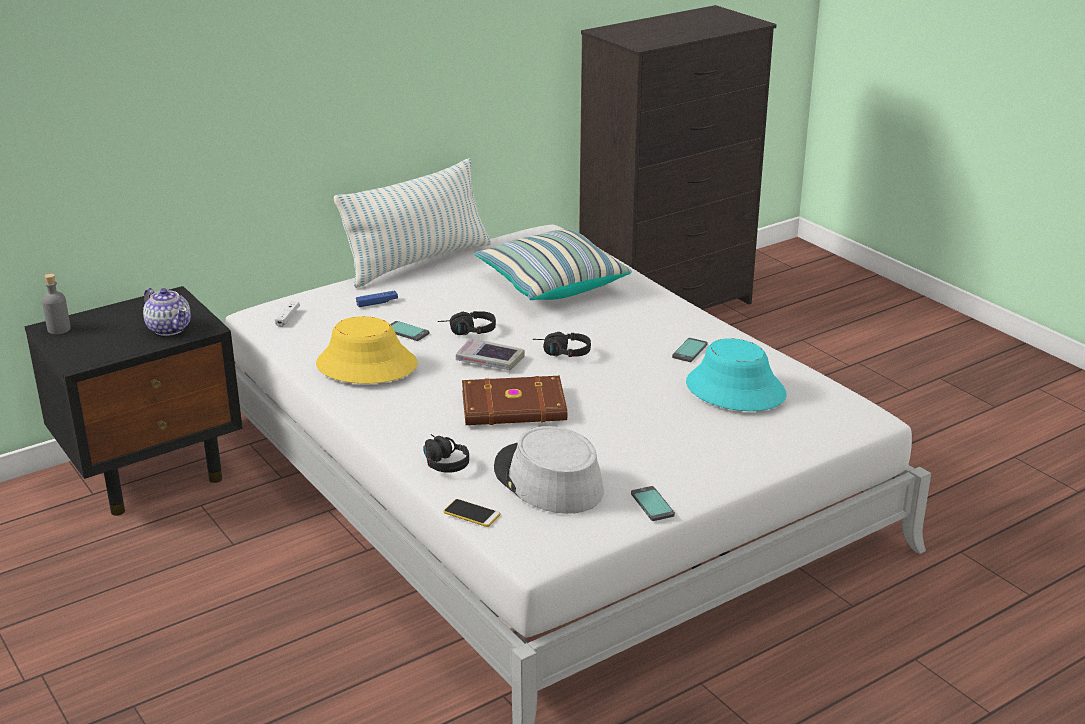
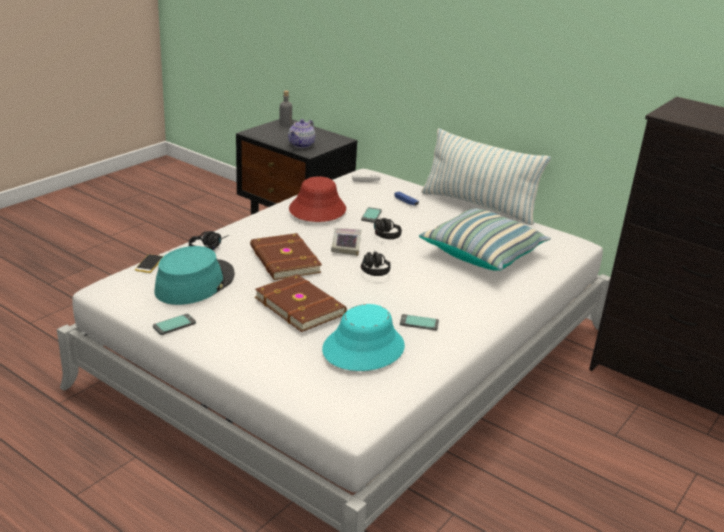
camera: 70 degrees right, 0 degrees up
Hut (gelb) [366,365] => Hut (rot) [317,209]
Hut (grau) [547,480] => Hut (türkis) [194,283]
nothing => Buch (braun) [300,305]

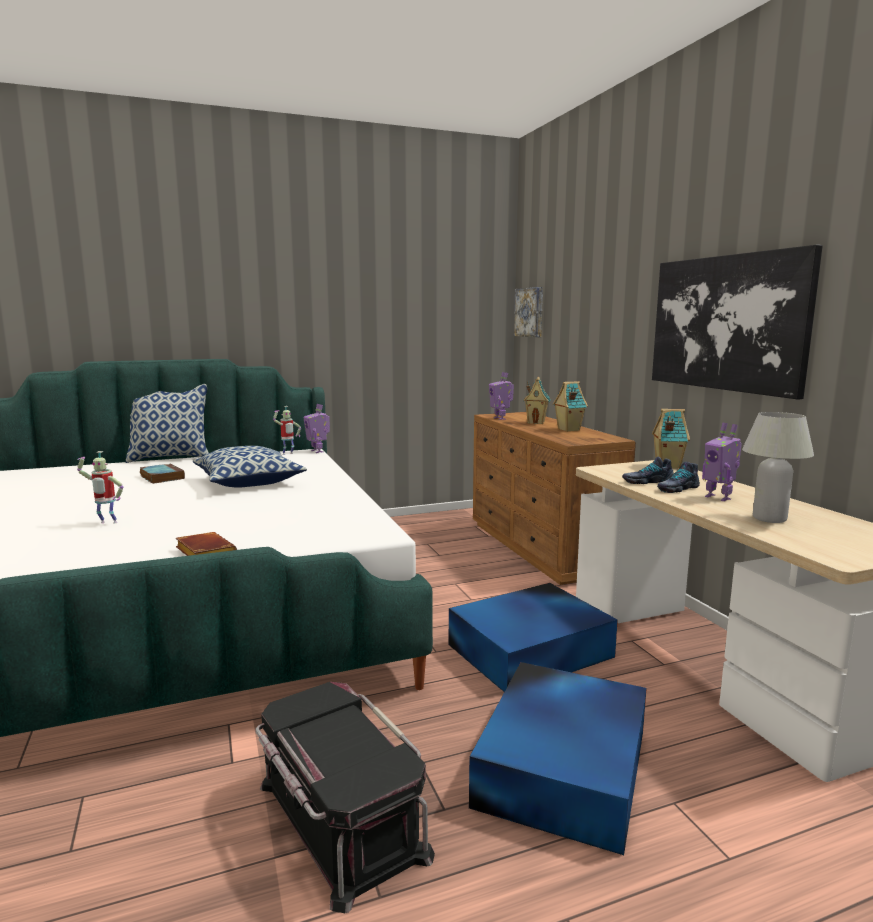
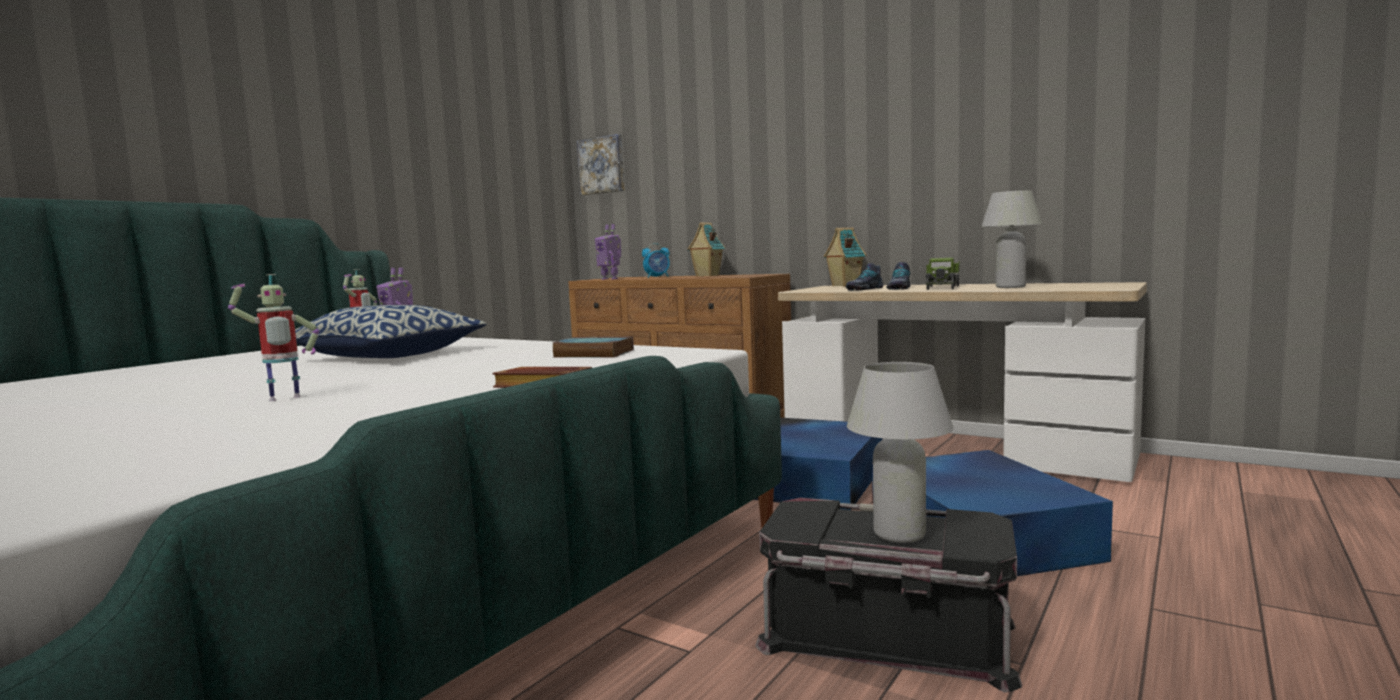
camera: 35 degrees left, 5 degrees down
Kissen [171,458] => nothing
Buch [161,477] => Buch [591,354], move
Spielzeughaus [536,422] => Wecker [657,277]
Bild [726,323] => nothing
Spielzeugroboter [718,497] => Spielzeuglaster [942,287]
nothing => Tischlampe (weiß) [899,534]

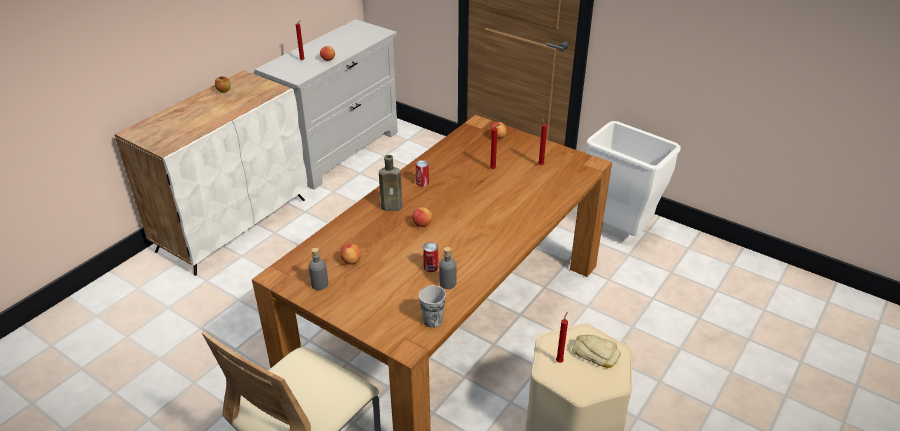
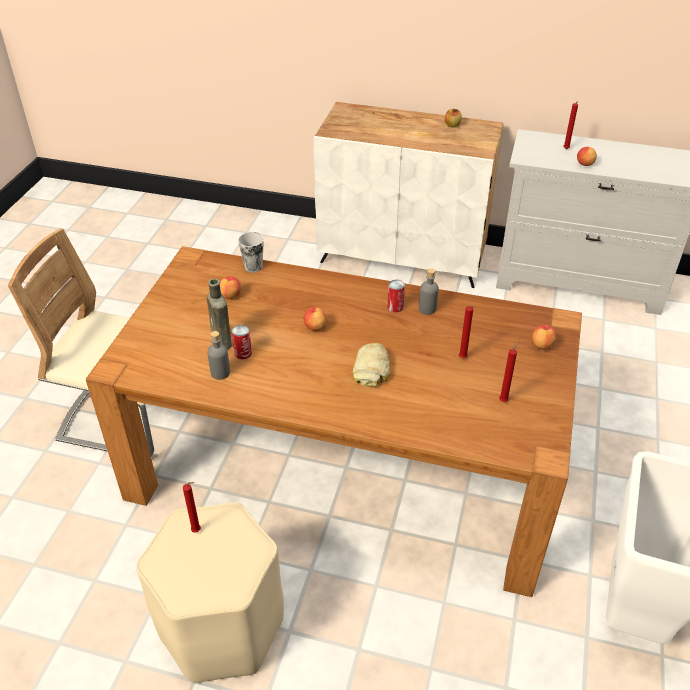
camera: 70 degrees right, 5 degrees up
Flasche (grau) [319,284] => Flasche (grau) [427,309], move
Flasche (braun) [393,207] => Flasche (braun) [222,343], move
Tasse [432,320] => Tasse [253,267], move
Brot [595,353] => Brot [372,368], move

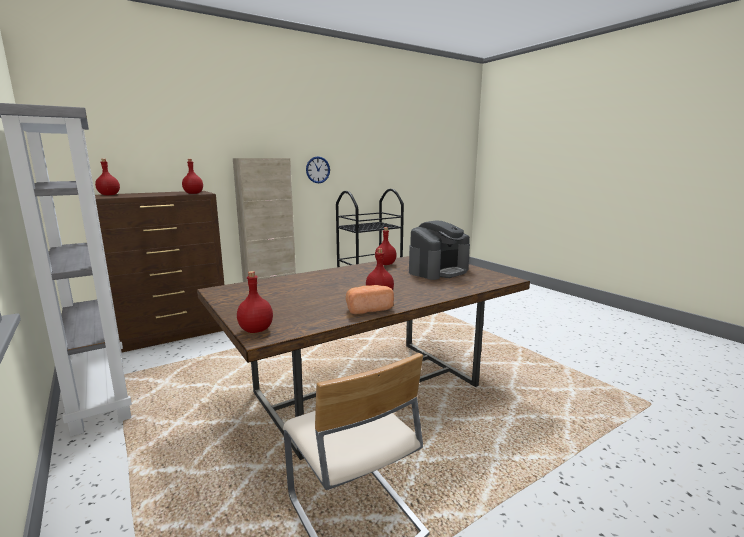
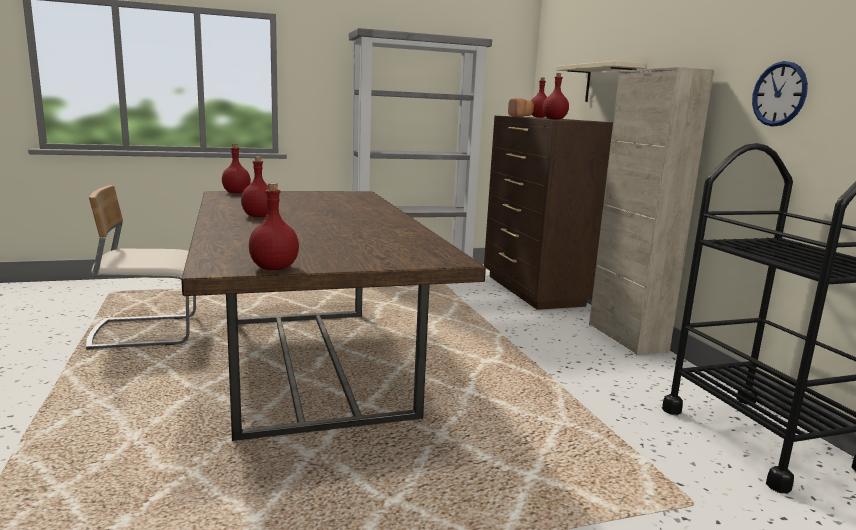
camera: 105 degrees right, 0 degrees up
Brot [368,309] => Brot [520,116], move
Flasche (rot) [386,264] => Flasche (rot) [274,268], move
Kaffeemaschine [438,271] => nothing
nothing => Wandregal (beige) [609,83]

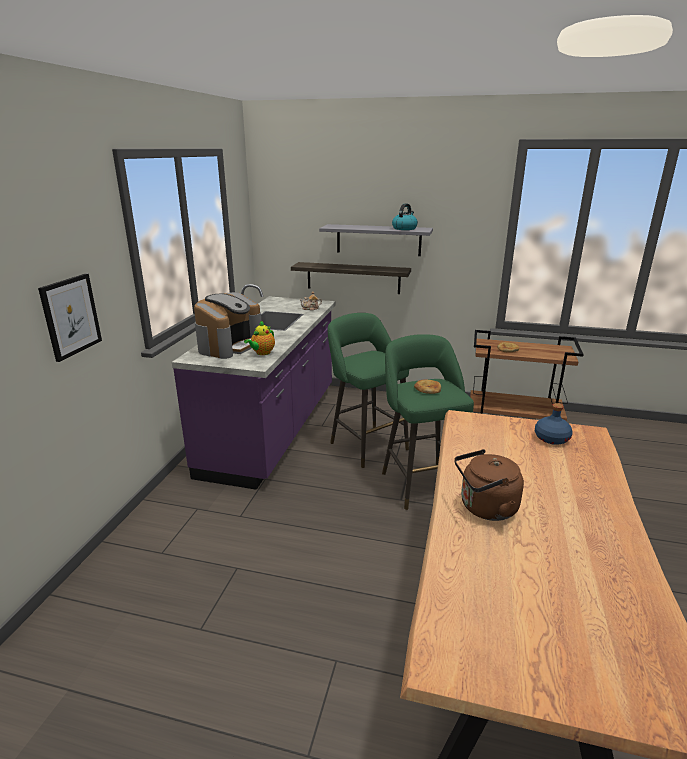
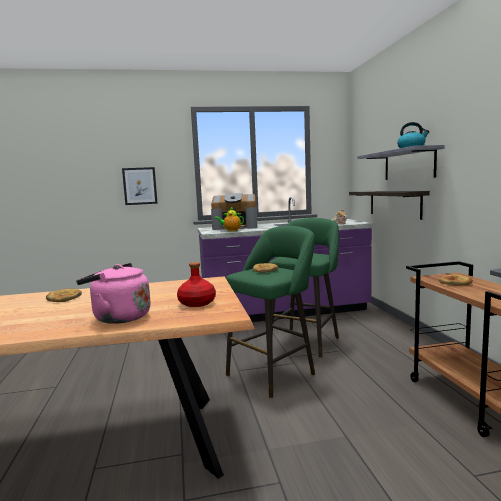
camera: 65 degrees right, 15 degrees down
Wasserkessel (braun) [485,508] => Brot [64,298]
Flasche (blau) [551,438] => Flasche (rot) [197,303]
nothing => Wasserkessel (rosa) [118,317]

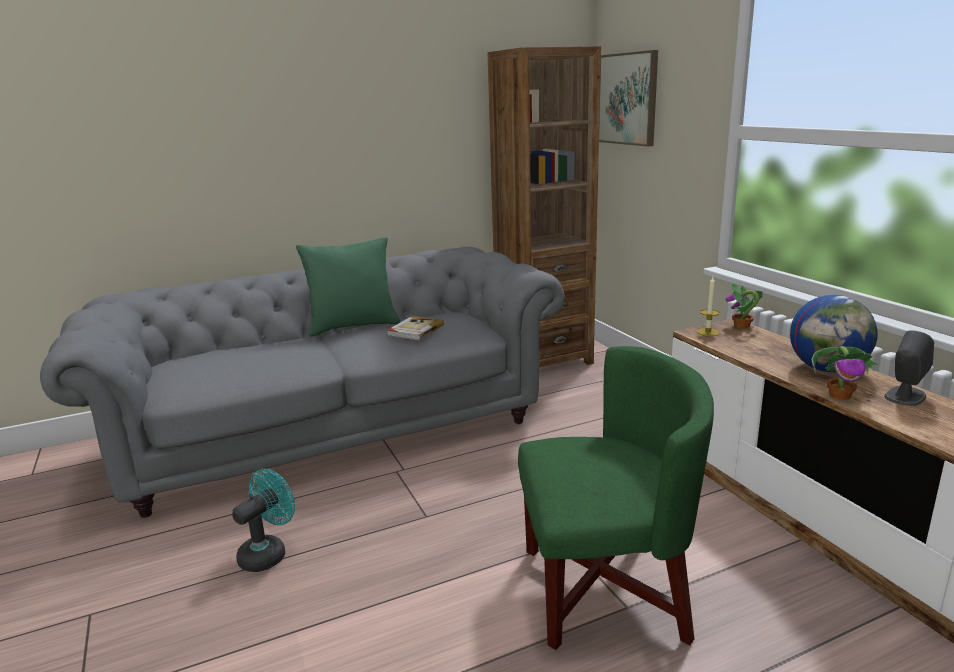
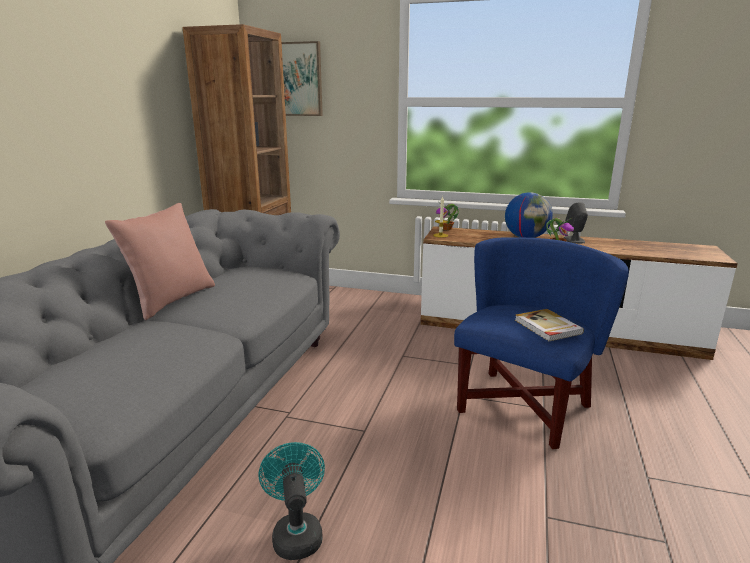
camera: 50 degrees left, 0 degrees up
Kissen (grün) [353,326] => Kissen (rosa) [171,300]
Buch [415,330] => Buch [547,327], move
Sessel (grün) [605,590] => Sessel (blau) [522,407]

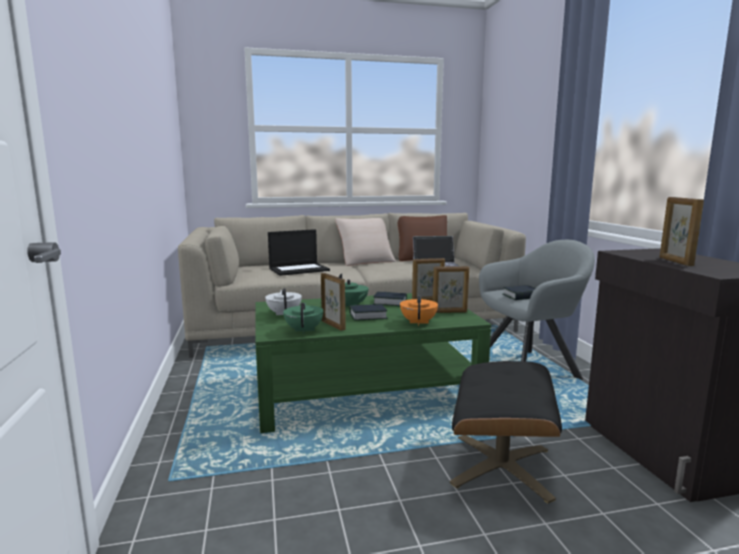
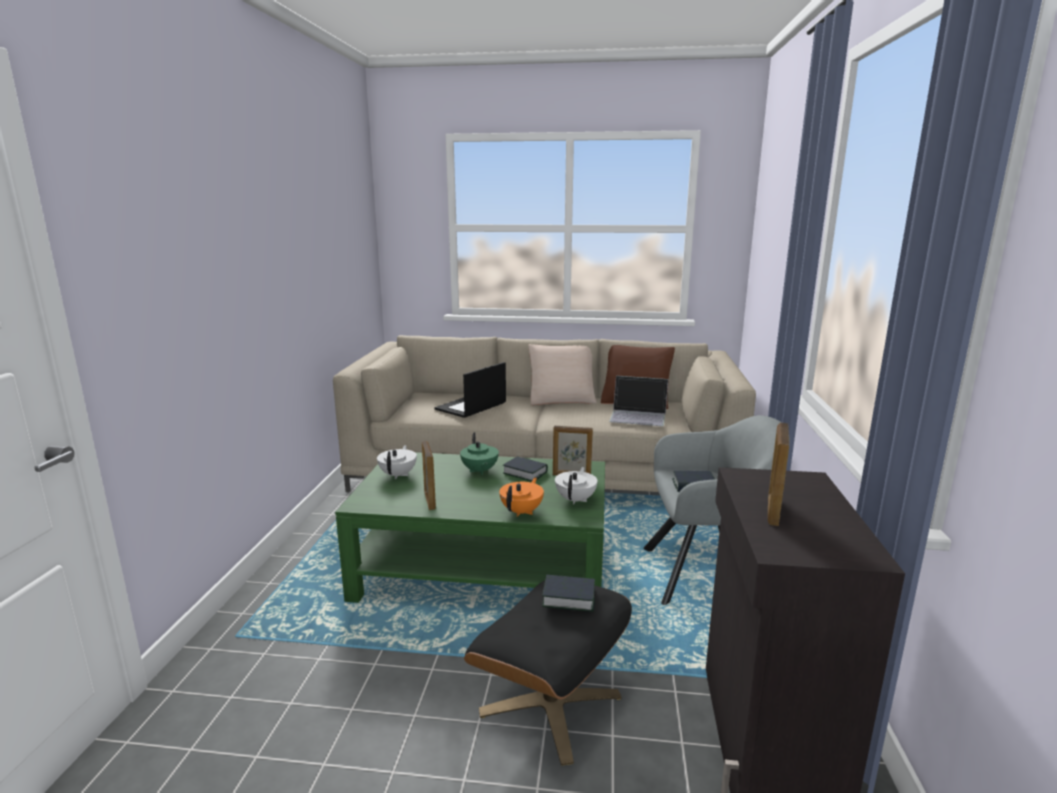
camera: 20 degrees right, 5 degrees up
Laptop [299,269] => Laptop [471,406], 135 degrees clockwise
Teekanne (grün) [304,330] => nothing
Buch [368,316] => Buch [568,598], move
Bilderrahmen [449,312] => Teekanne (weiß) [576,499]

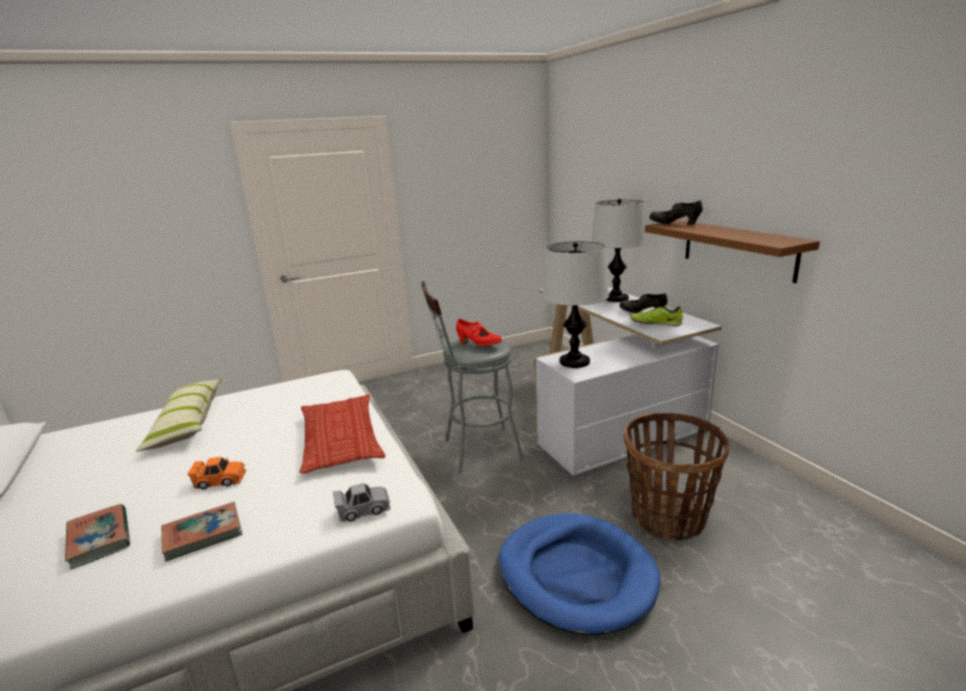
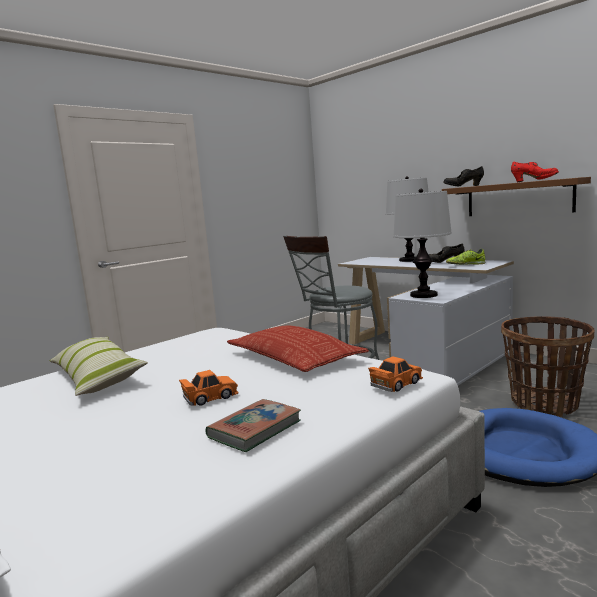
camera: 20 degrees left, 10 degrees down
Buch [100,539] => nothing
Spielzeugauto (grau) [363,510] => Spielzeugauto (orange) [396,384]
Schuh (rot) [478,345] => Schuh (rot) [534,181], move

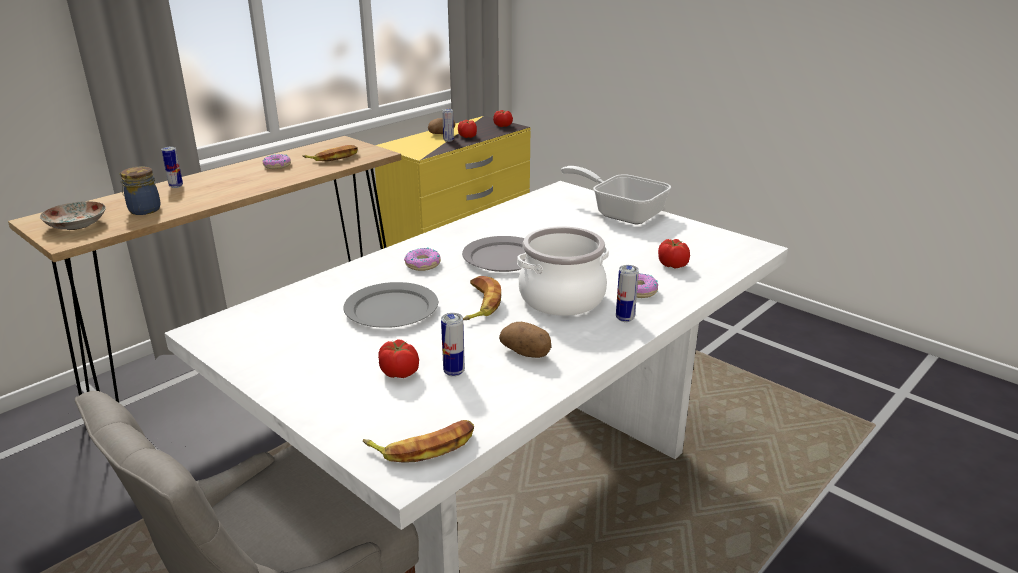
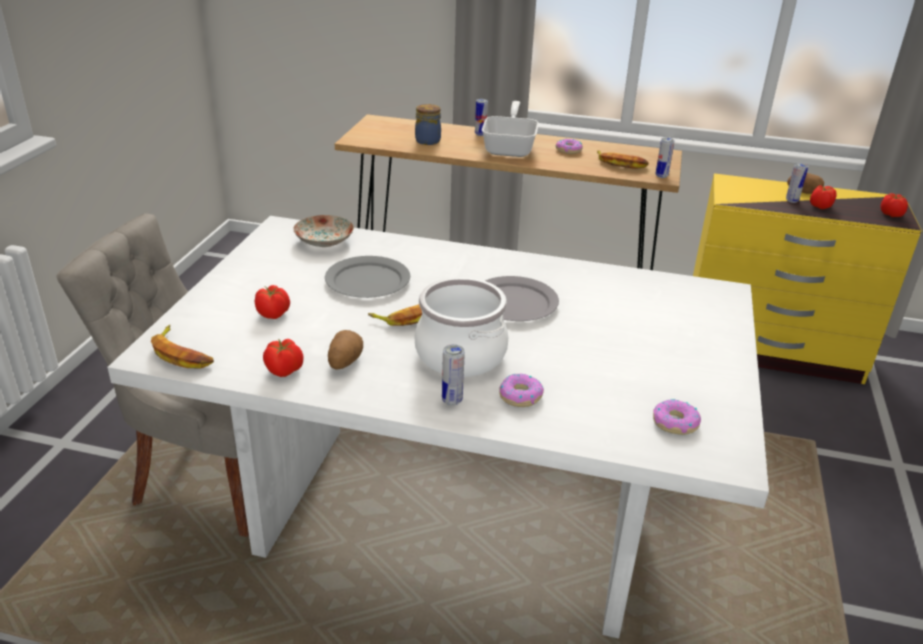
camera: 60 degrees right, 5 degrees up
Teller [76,225] => Teller [323,241], move
Donut [423,265] => Donut [675,423], move
Dose [454,372] => Dose [661,176], move
Pfanne [621,213] => Pfanne [510,147], move
Tomate [672,265] => Tomate [285,370], move

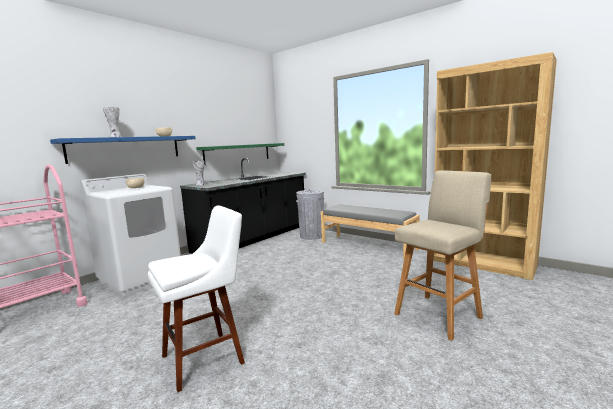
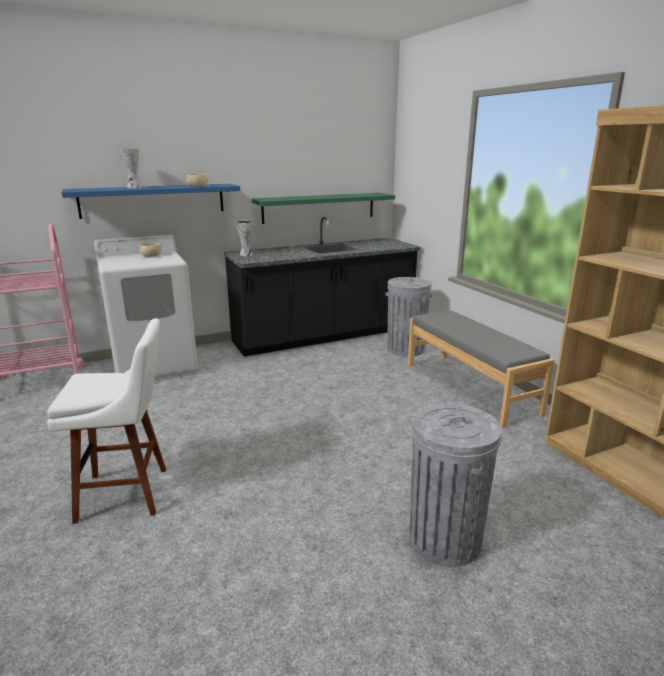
camera: 25 degrees right, 10 degrees up
Hocker (beige) [439,315] => Mülleimer (grau) [445,539]

